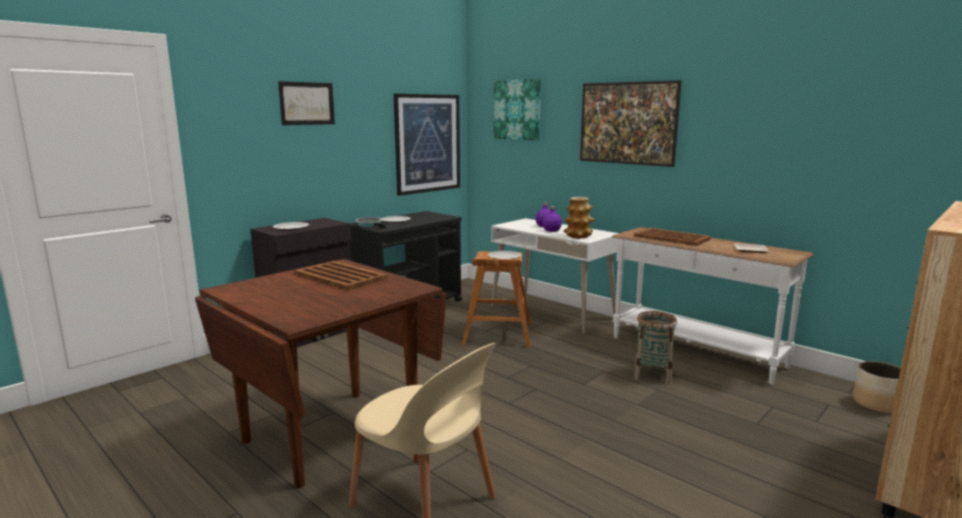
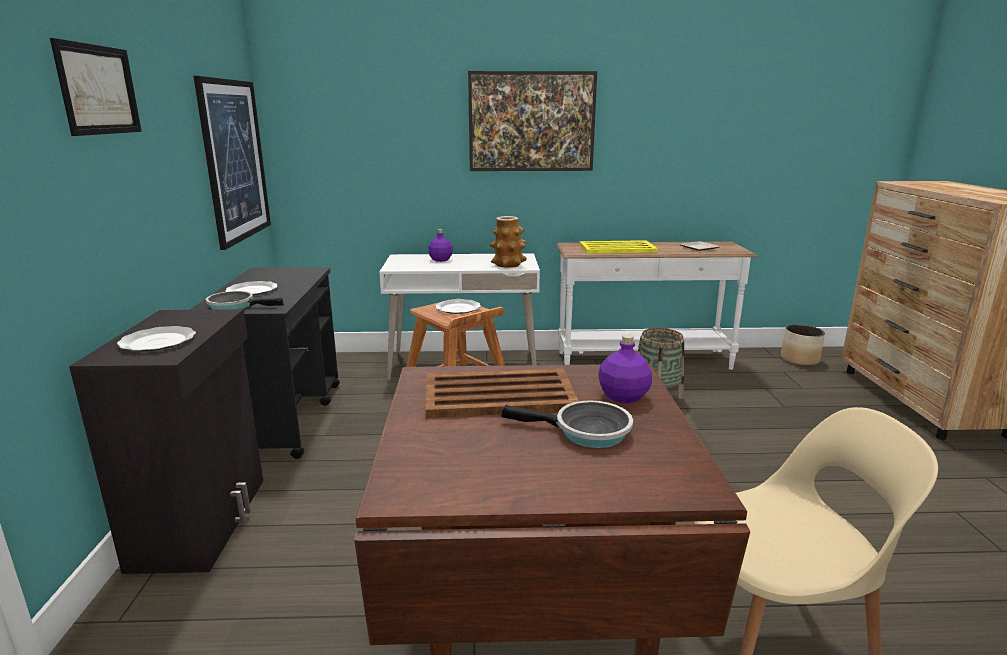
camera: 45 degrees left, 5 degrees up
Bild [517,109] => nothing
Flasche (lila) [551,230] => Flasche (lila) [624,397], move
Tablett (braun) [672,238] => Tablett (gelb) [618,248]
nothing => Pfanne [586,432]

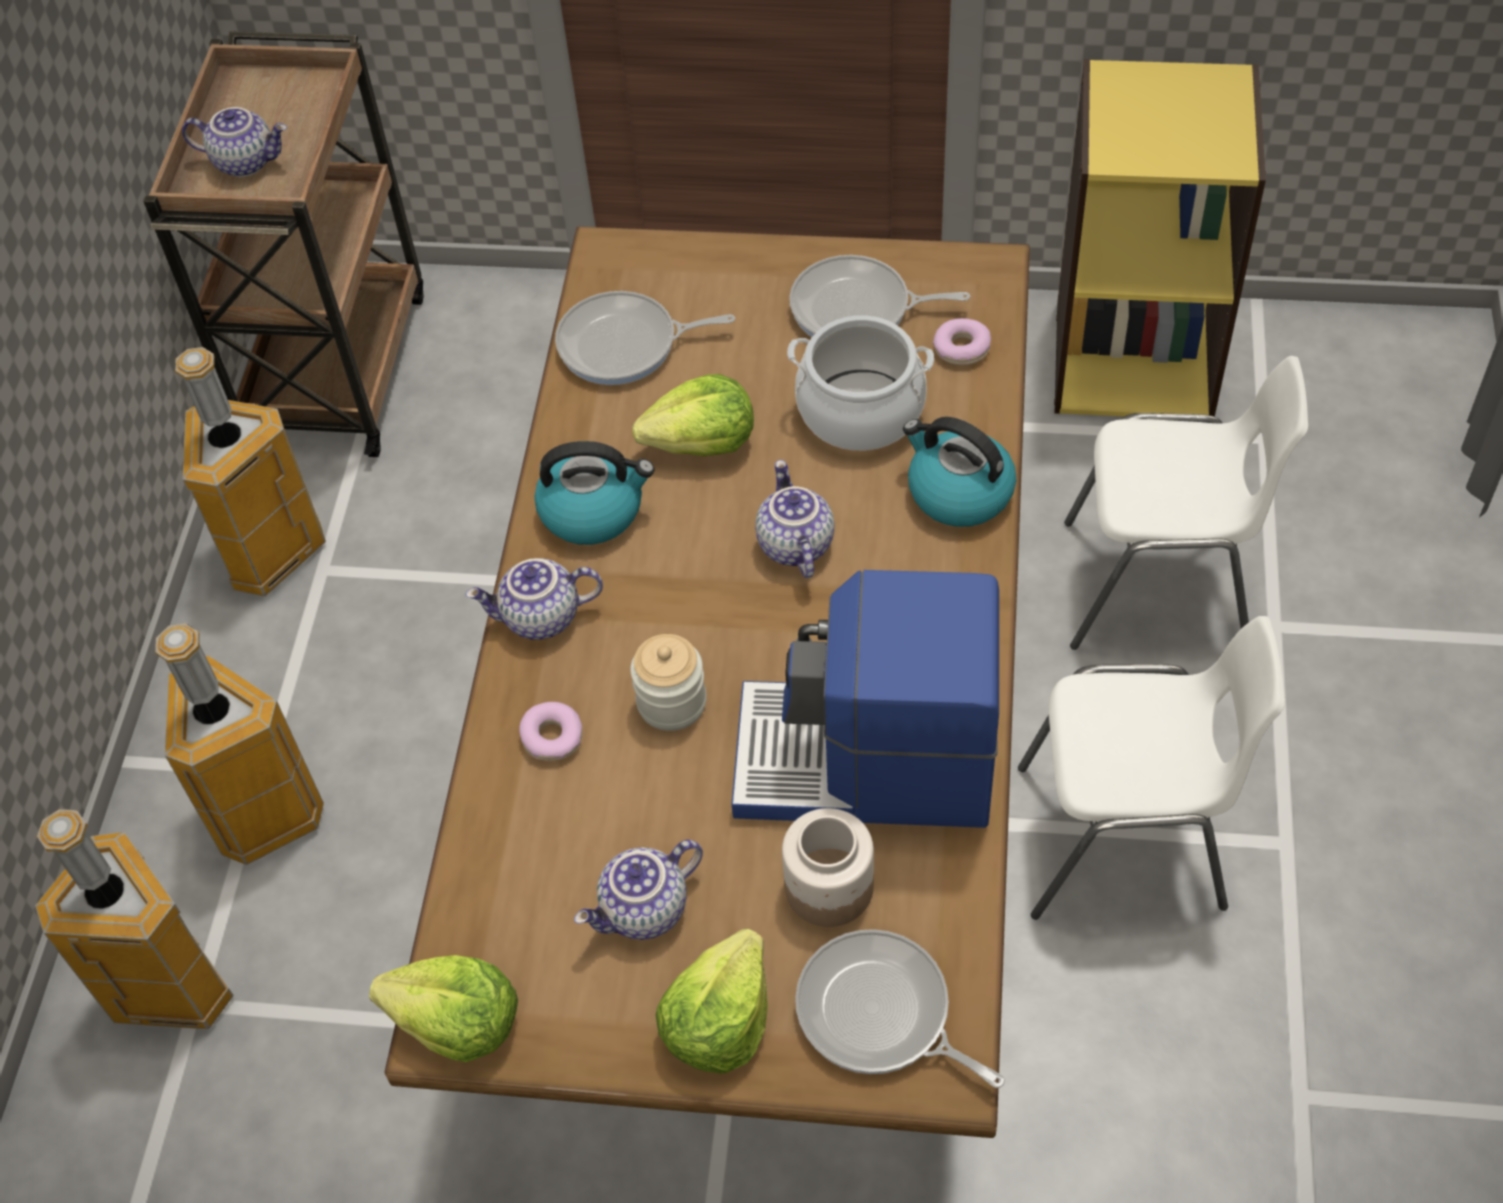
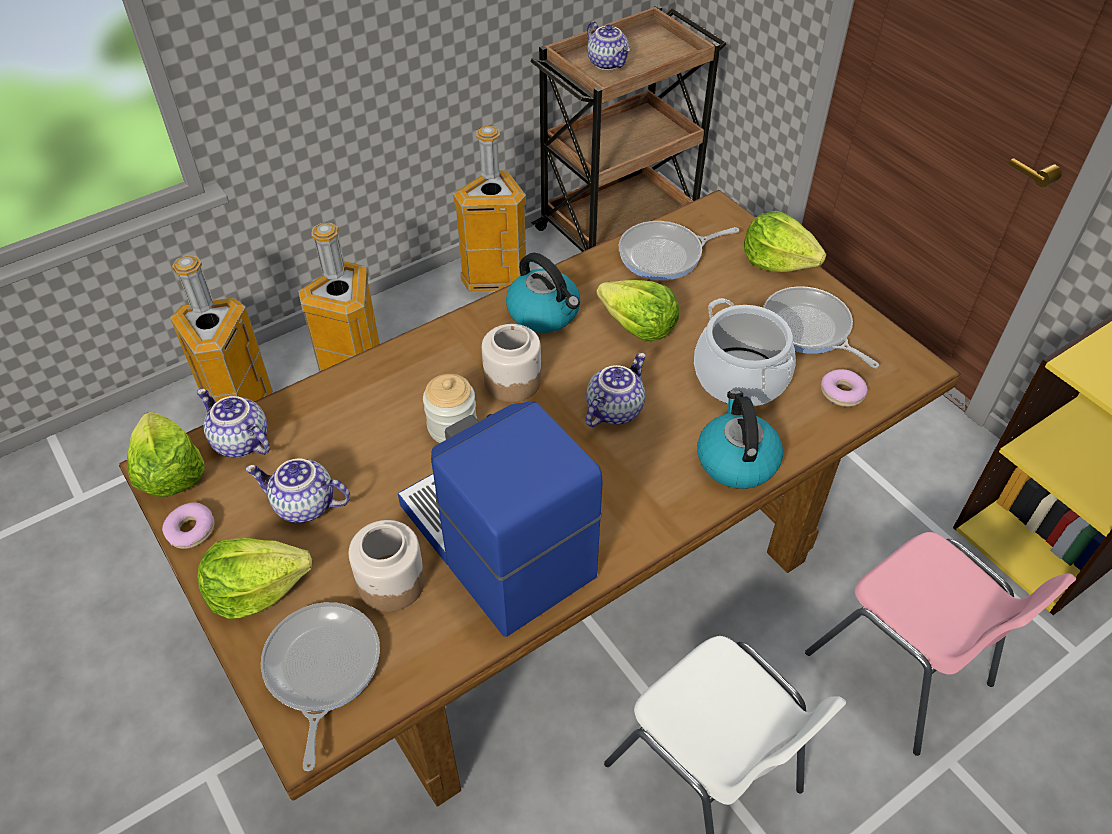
camera: 45 degrees right, 5 degrees down
Teekanne [541,618] => Teekanne [239,442], move
Donut [552,737] => Donut [191,530], move
Pfanne [625,345] => Pfanne [665,255], 60 degrees counterclockwise
Stuhl (weiß) [1161,586] => Stuhl (rosa) [902,672]
nothing => Vorratsglas [512,381]
nothing => Salatkopf [777,261]

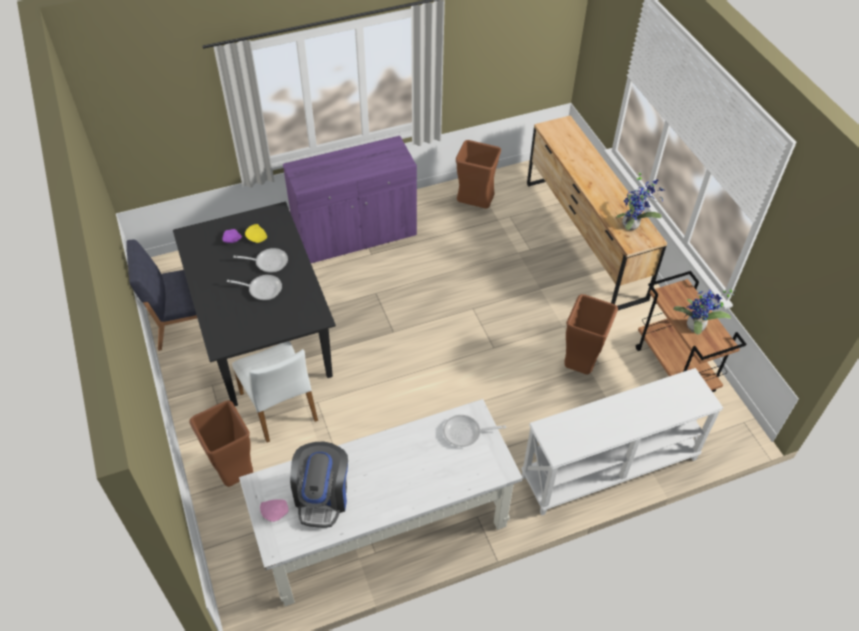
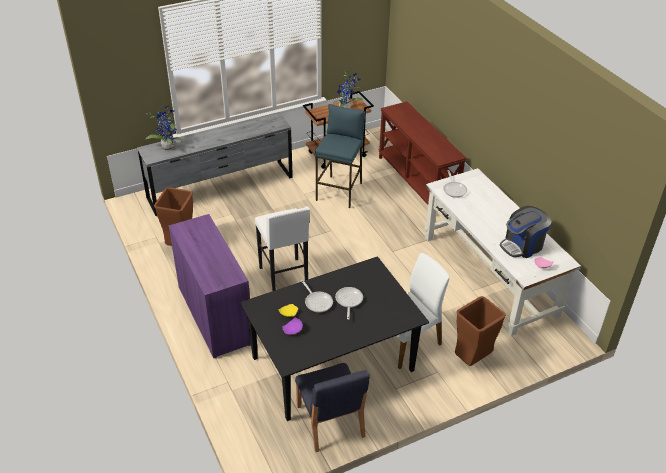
camera: 95 degrees left, 10 degrees down
Pfanne [268,262] => Pfanne [317,302], 150 degrees clockwise
Kaffeemaschine [322,496] => Kaffeemaschine [522,245], 150 degrees clockwise
Konsolentisch (weiß) [609,469] => Konsolentisch (braun) [417,182]
Kommode (braun) [584,239] => Kommode (grau) [221,188]
Mülleimer (braun) [580,364] => Hocker (blau) [340,191]
Topfpflanze [632,225] => Topfpflanze [168,146], move
nothing => Hocker (weiß) [285,277]

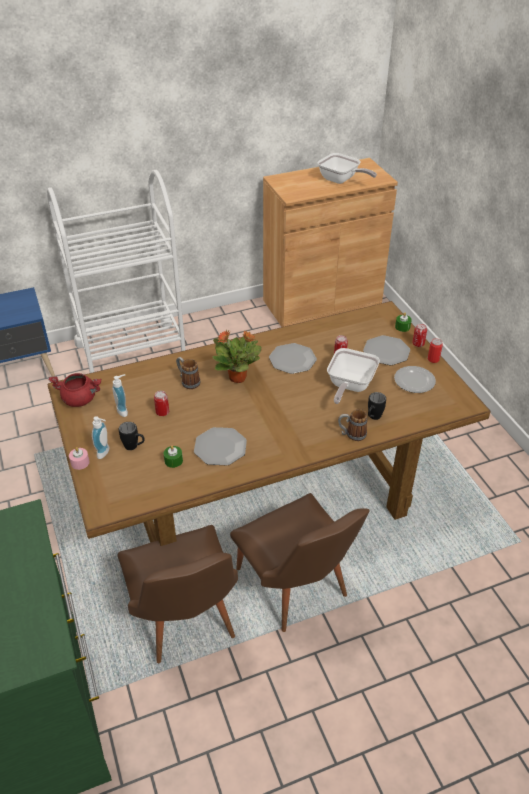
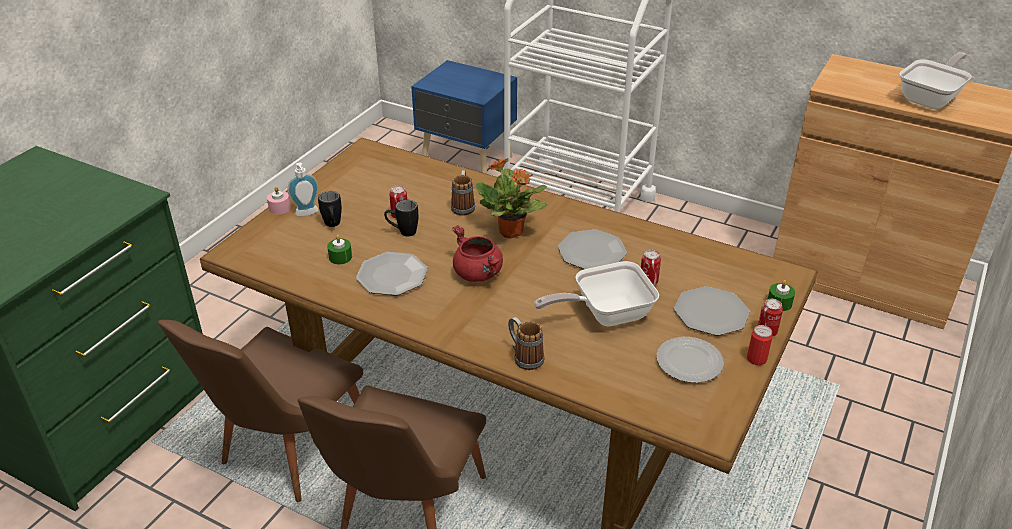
camera: 50 degrees right, 5 degrees down
Kochtopf (rot) [80,399] => Kochtopf (rot) [478,274], move
Seifenspender [124,410] => nothing
Pfanne [341,180] => Pfanne [931,98], 135 degrees counterclockwise
Henkelbecher (schwarz) [373,418] => Henkelbecher (schwarz) [402,232], move

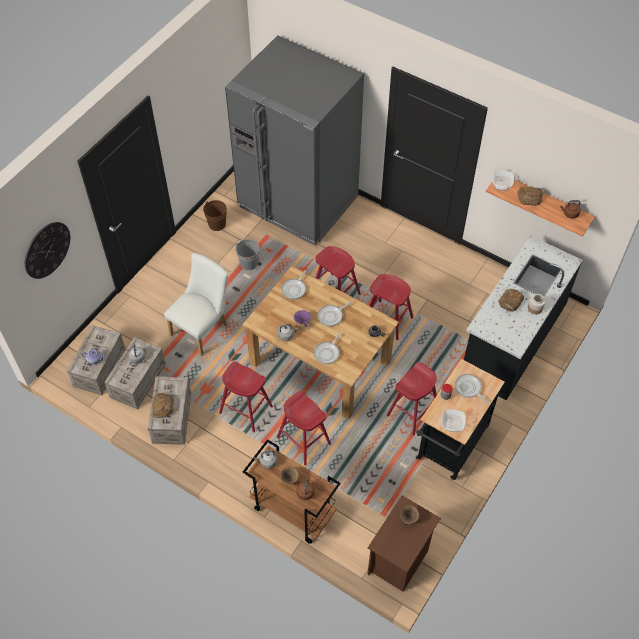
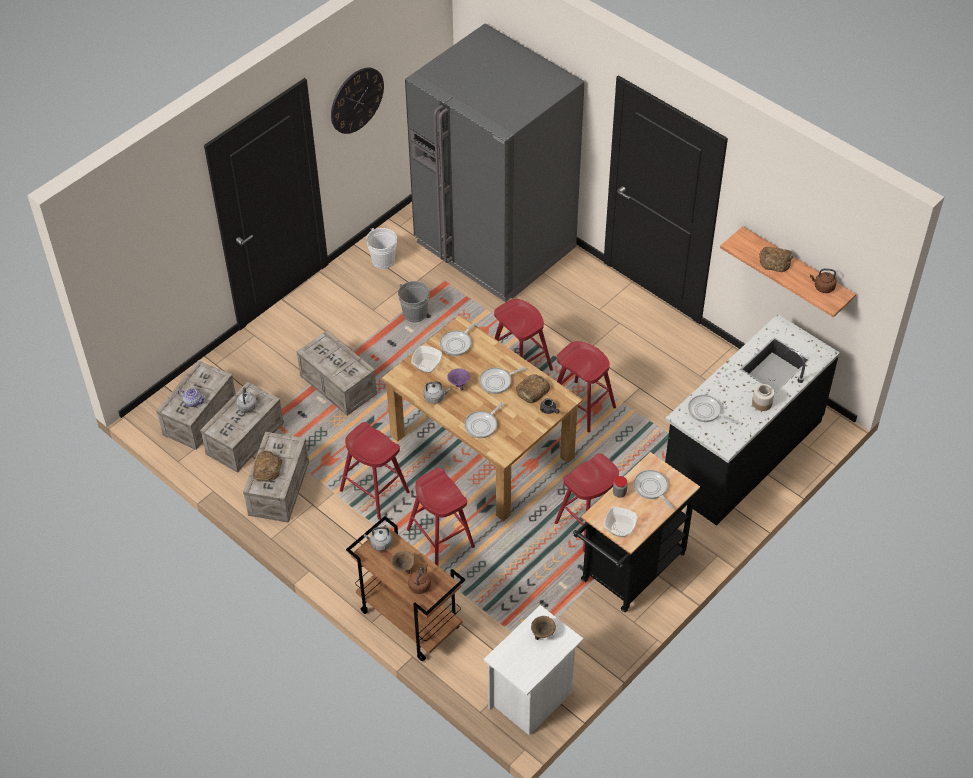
camera: 10 degrees right, 5 degrees down
Wanduhr [47,250] => Wanduhr [356,100], move
Stuhl (weiß) [203,327] => Kiste [339,385]
Eimer (braun) [217,224] => Eimer (weiß) [383,260]
Nachttisch (braun) [399,561] => Nachttisch (weiß) [532,699]
Schüssel [501,186] => Schüssel [426,366], move
Brot [510,302] => Brot [532,391], move
nothing => Pfanne [706,411]

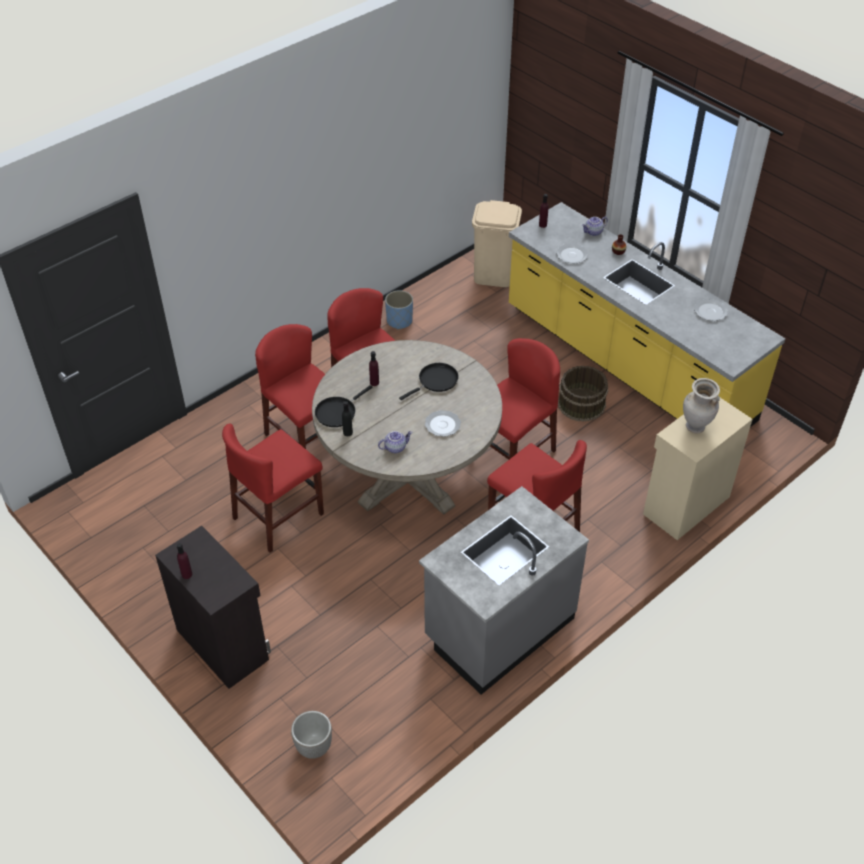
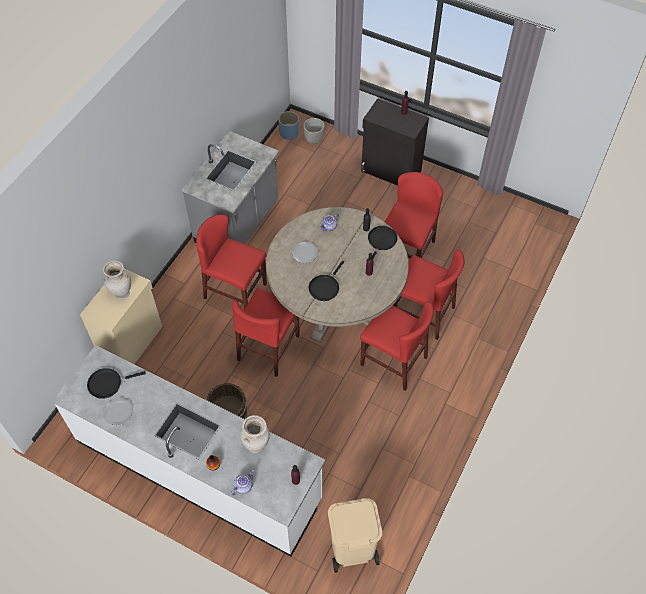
camera: 160 degrees right, 10 degrees up
Pflanzkübel (blau) [399,321] => Pflanzkübel (blau) [289,133], move
Küchenzeile (gelb) [626,364] => Küchenzeile (weiß) [198,469]
Teller [572,254] => Vase (beige) [256,446]
nothing => Pfanne (schwarz) [107,383]

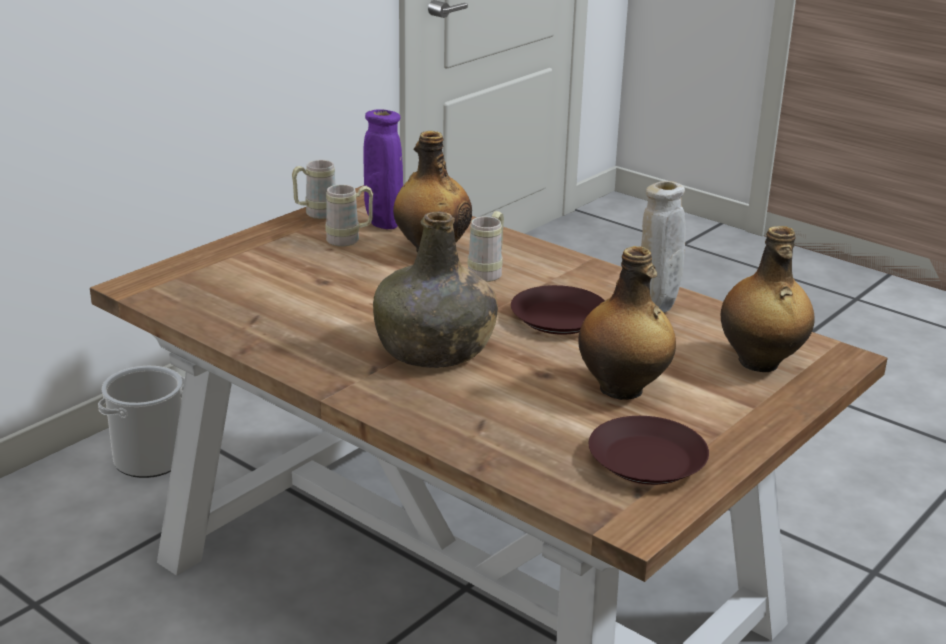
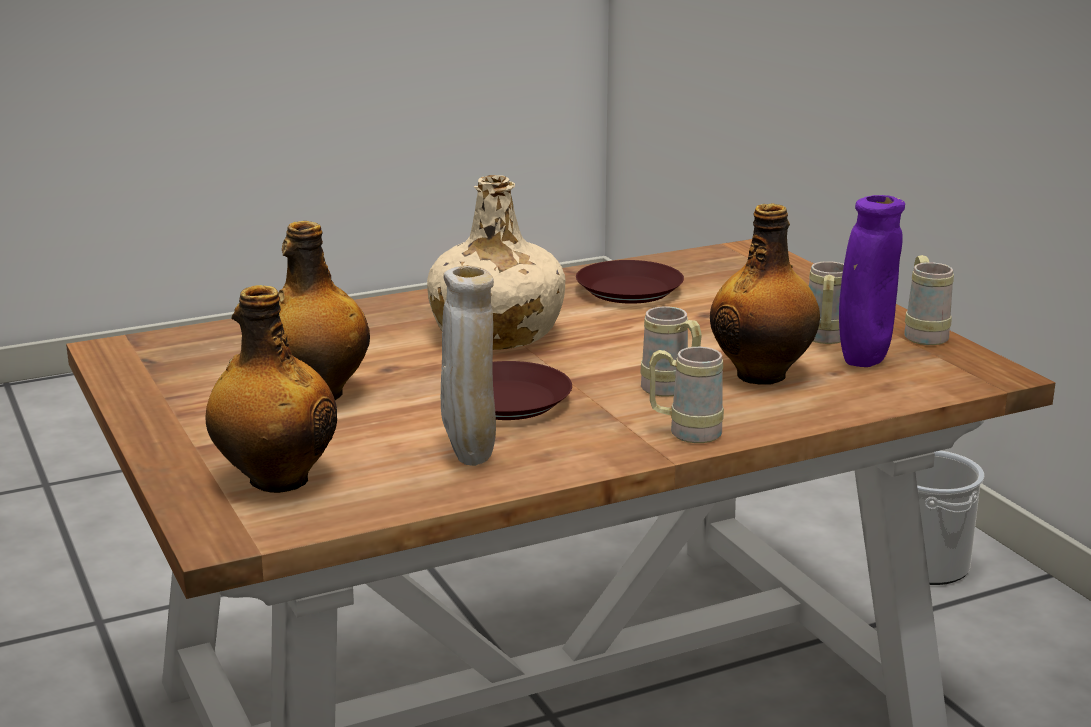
camera: 115 degrees right, 5 degrees down
Flasche (grün) [435,349] => Flasche (beige) [495,335]
Teller (braun) [648,461] => Teller (braun) [628,291], move
nothing => Henkelbecher (beige) [684,433]

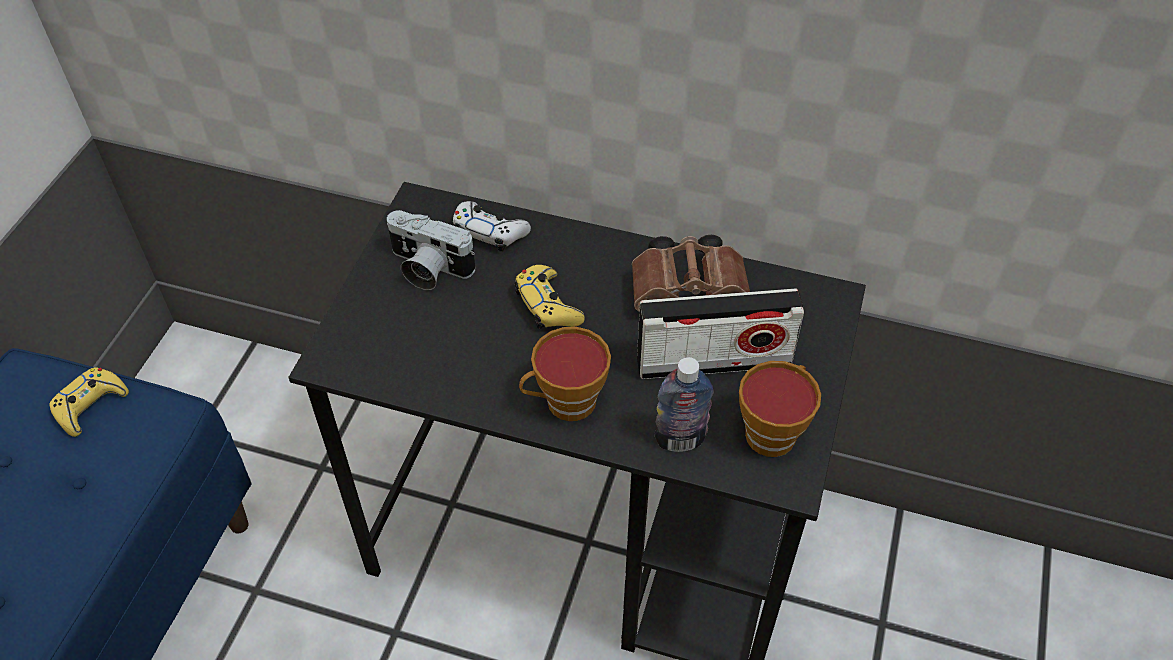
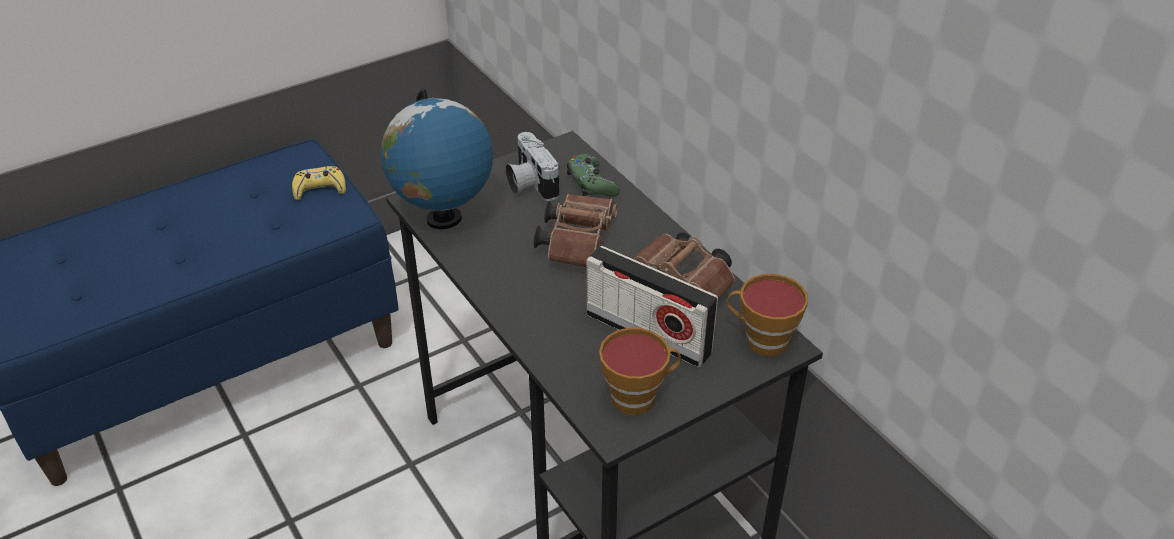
camera: 40 degrees right, 10 degrees down
Gamepad (weiß) [490,232] => Gamepad (grün) [591,183]
Gamepad (gelb) [548,305] => Fernglas (braun) [578,242]
Tasse [565,403] => Tasse [761,340], move
Flasche [680,439] => nothing
nothing => Globus [443,219]

